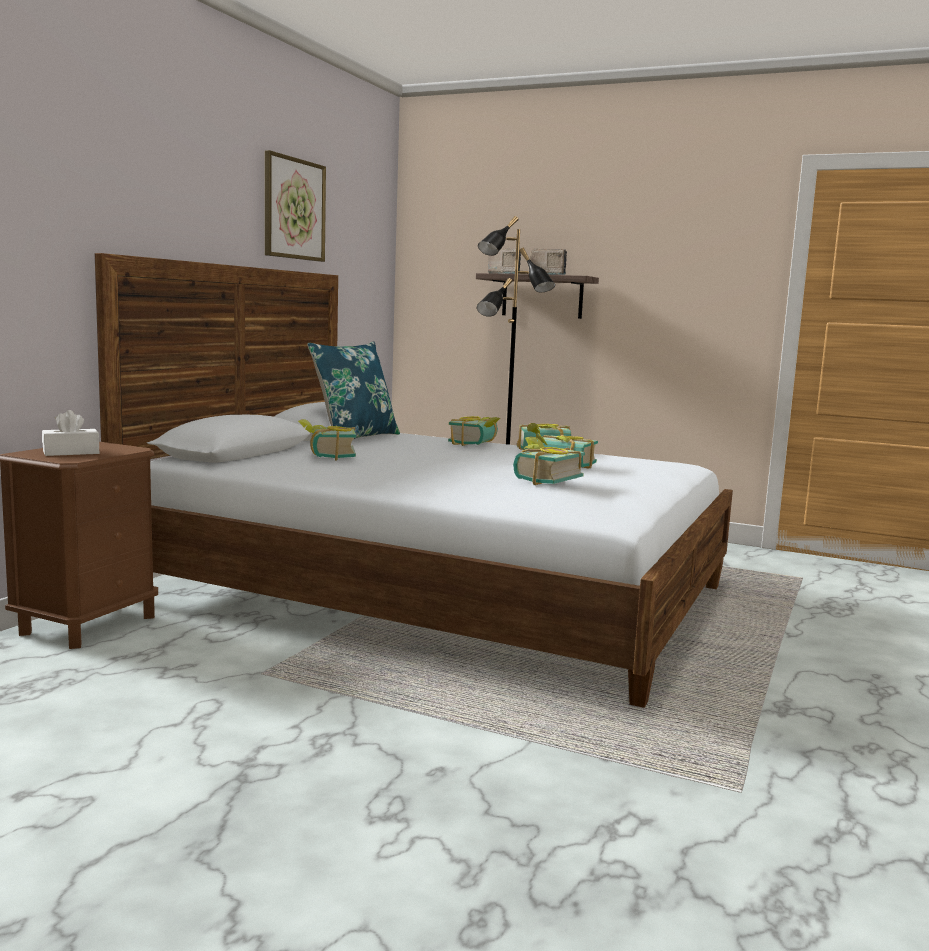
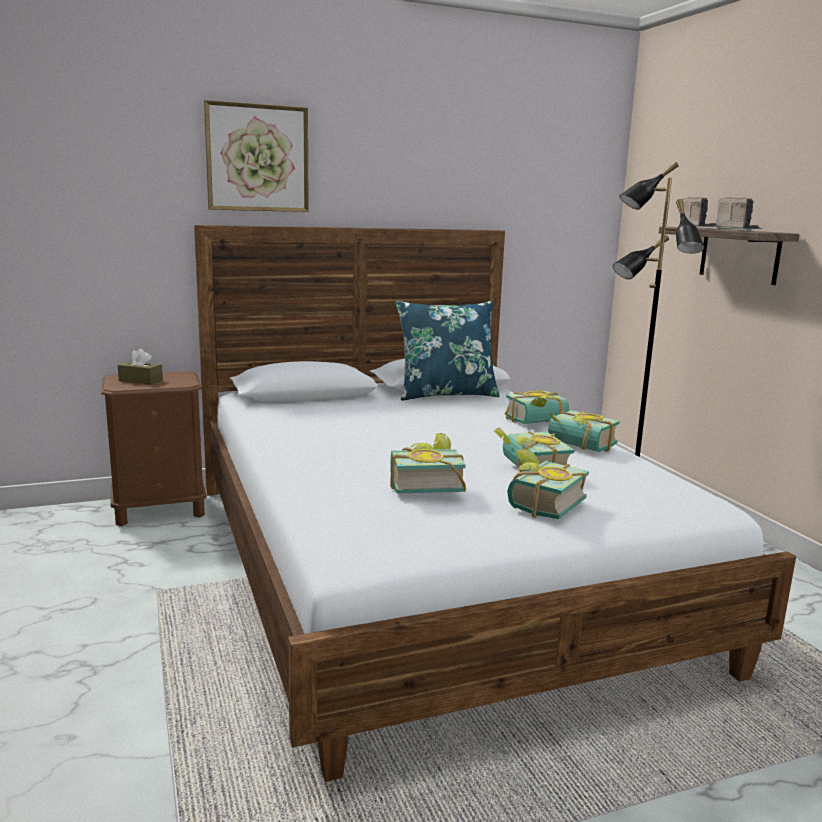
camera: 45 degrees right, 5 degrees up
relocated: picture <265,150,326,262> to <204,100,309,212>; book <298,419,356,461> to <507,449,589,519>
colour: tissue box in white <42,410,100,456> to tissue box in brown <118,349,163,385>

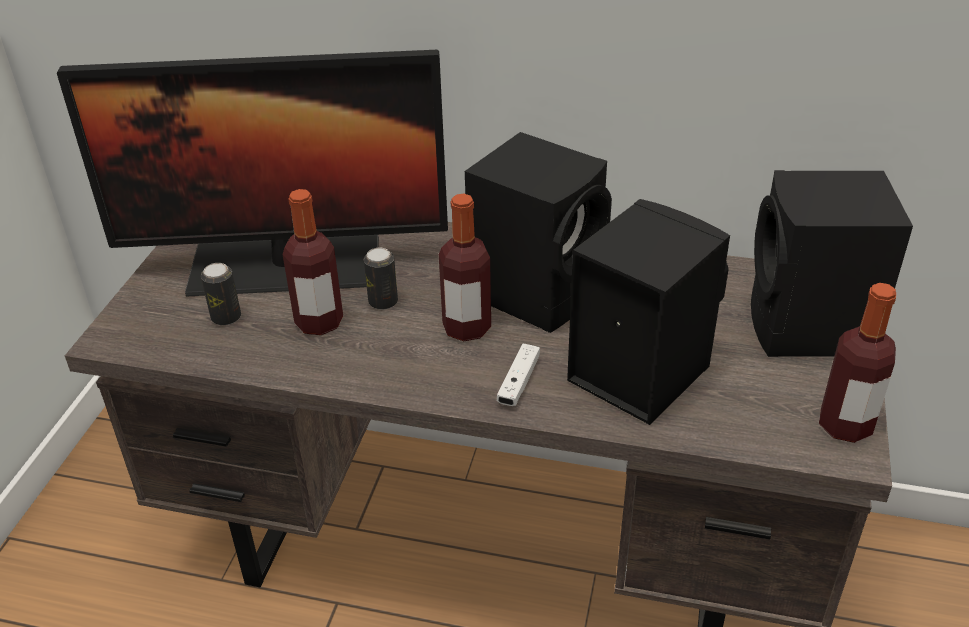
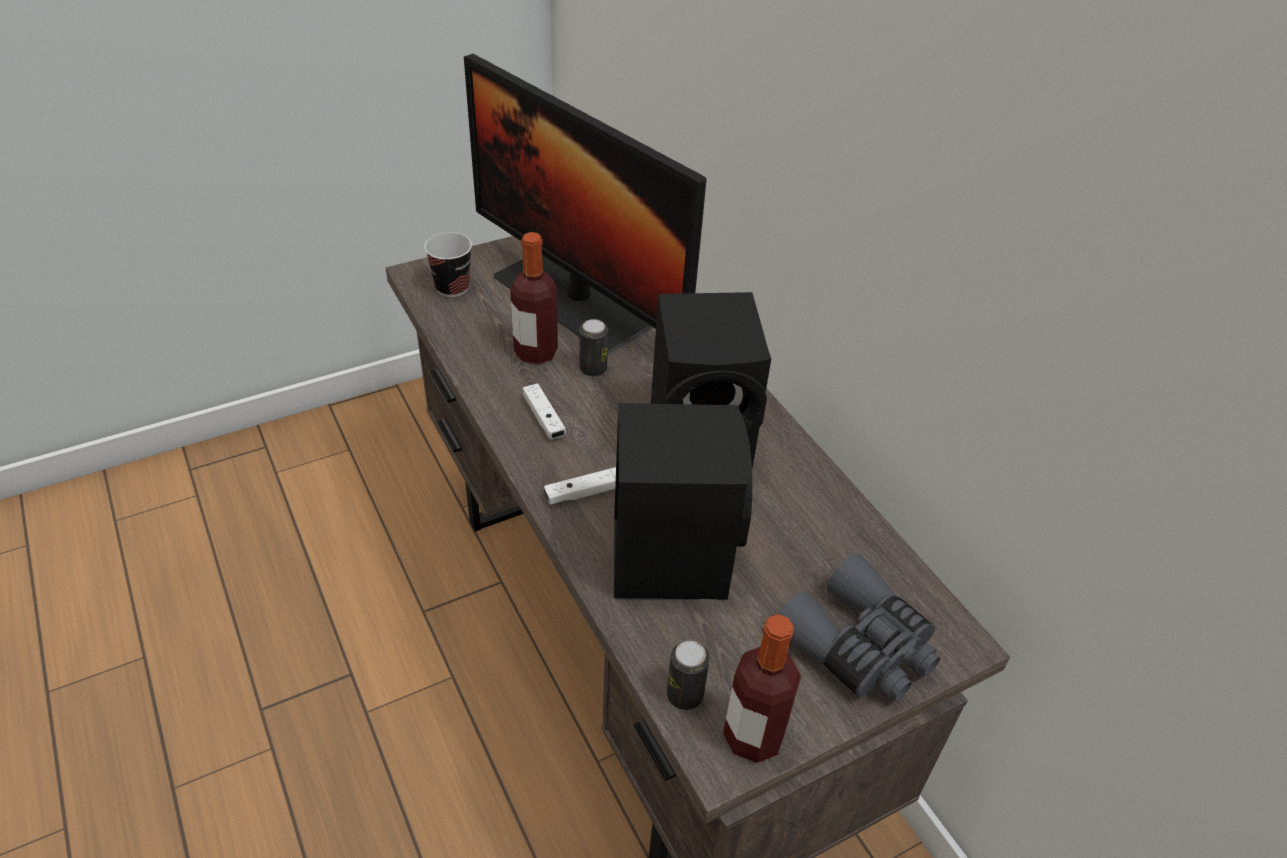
camera: 45 degrees right, 5 degrees up
missing: bottle <439,193,491,341>
appeared: cup <424,232,472,297>; game controller in white <523,383,566,439>
relocated: can <201,263,241,326> to <667,640,710,710>
exchanged: speaker in black <751,170,913,357> to binoculars in grey <778,553,941,701>

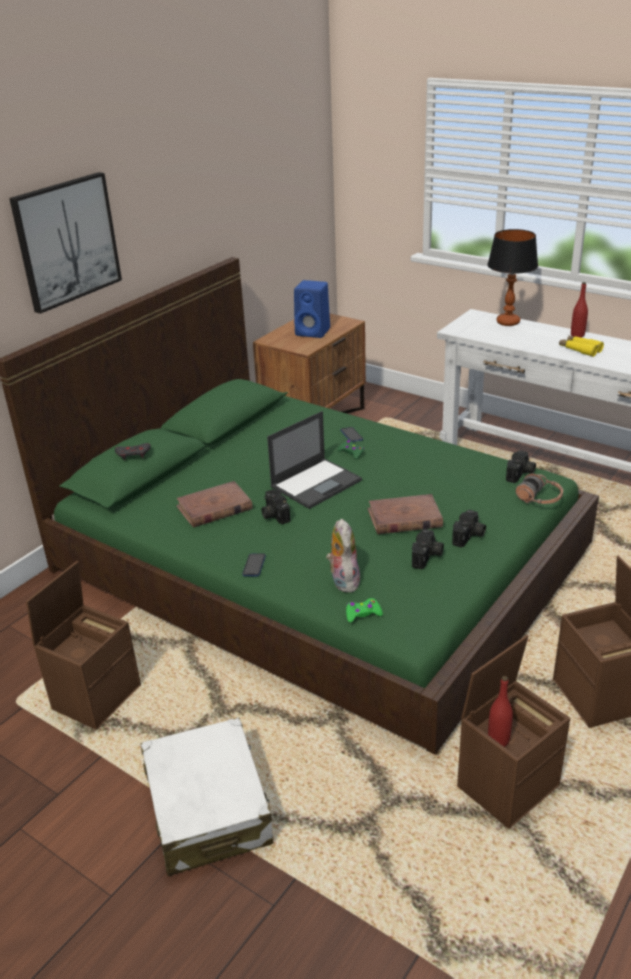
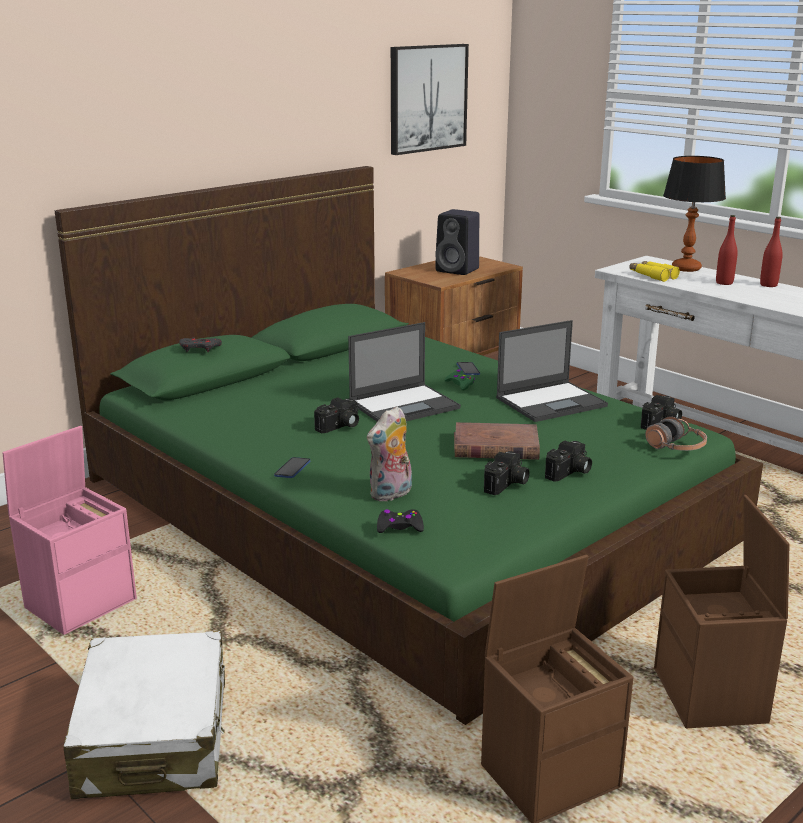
camera: 10 degrees right, 10 degrees down
missing: book in brown <176,481,253,528>
appeared: laptop <496,320,608,422>
relocated: picture <9,172,122,314> to <391,44,469,155>; bottle in red <488,676,513,747> to <716,215,738,285>; binoculars in yellow <559,335,604,357> to <629,261,680,282>
colour: storage box in brown <26,561,141,730> to storage box in pink <2,426,137,635>; speaker in blue <294,280,330,338> to speaker in black <435,209,480,275>; game controller in green <346,598,383,623> to game controller in black <377,509,424,533>
spun: photo camera <261,489,290,524> = <314,397,359,433> 120 degrees counterclockwise; plush toy <326,519,360,593> = <367,406,412,502> 135 degrees counterclockwise

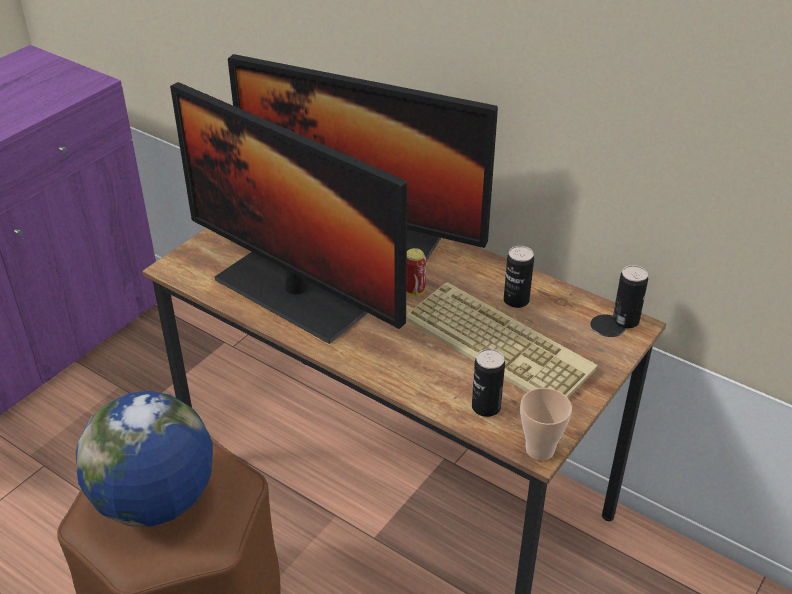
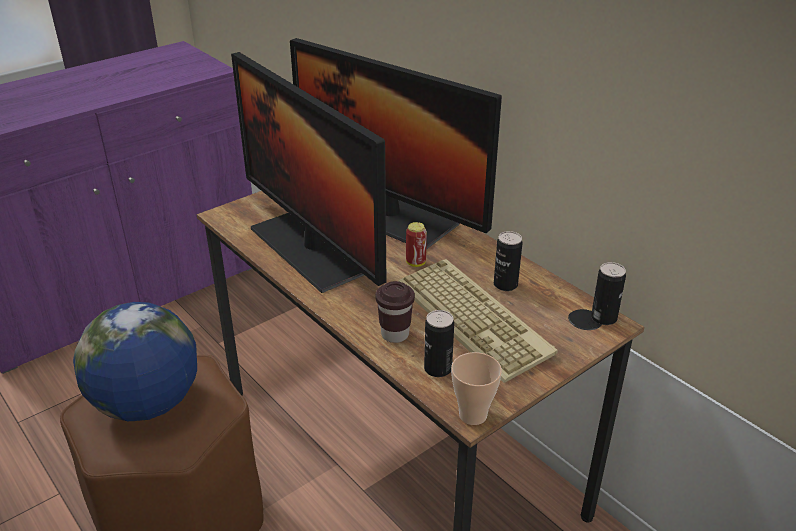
camera: 15 degrees right, 5 degrees down
appeared: cup in brown <375,281,415,343>

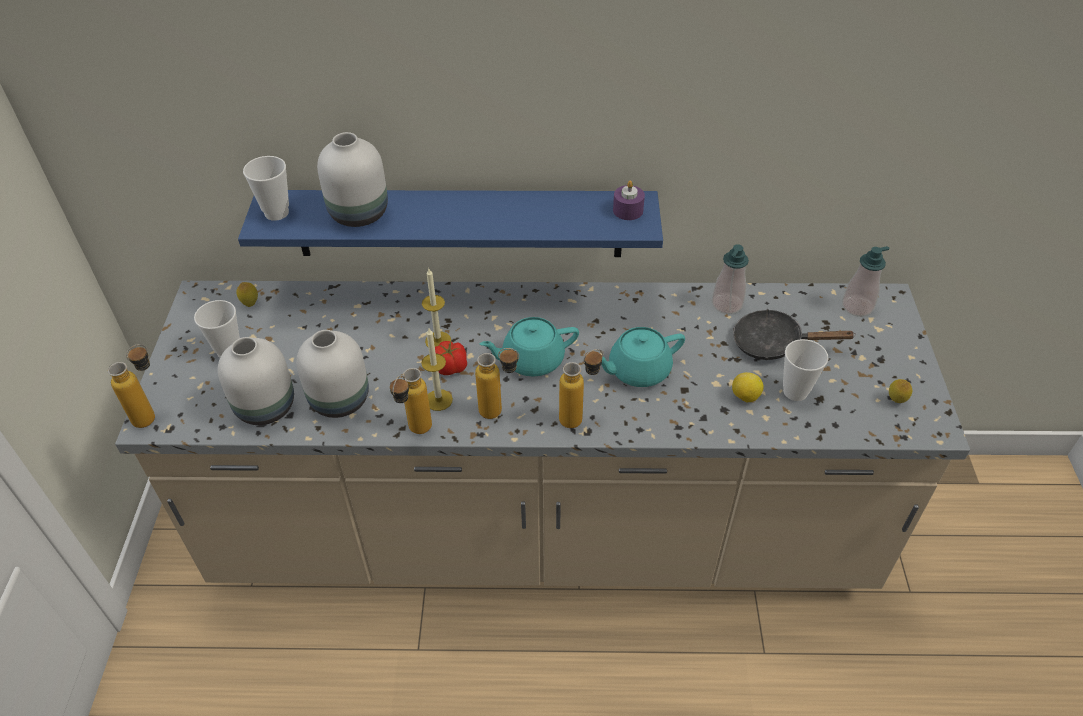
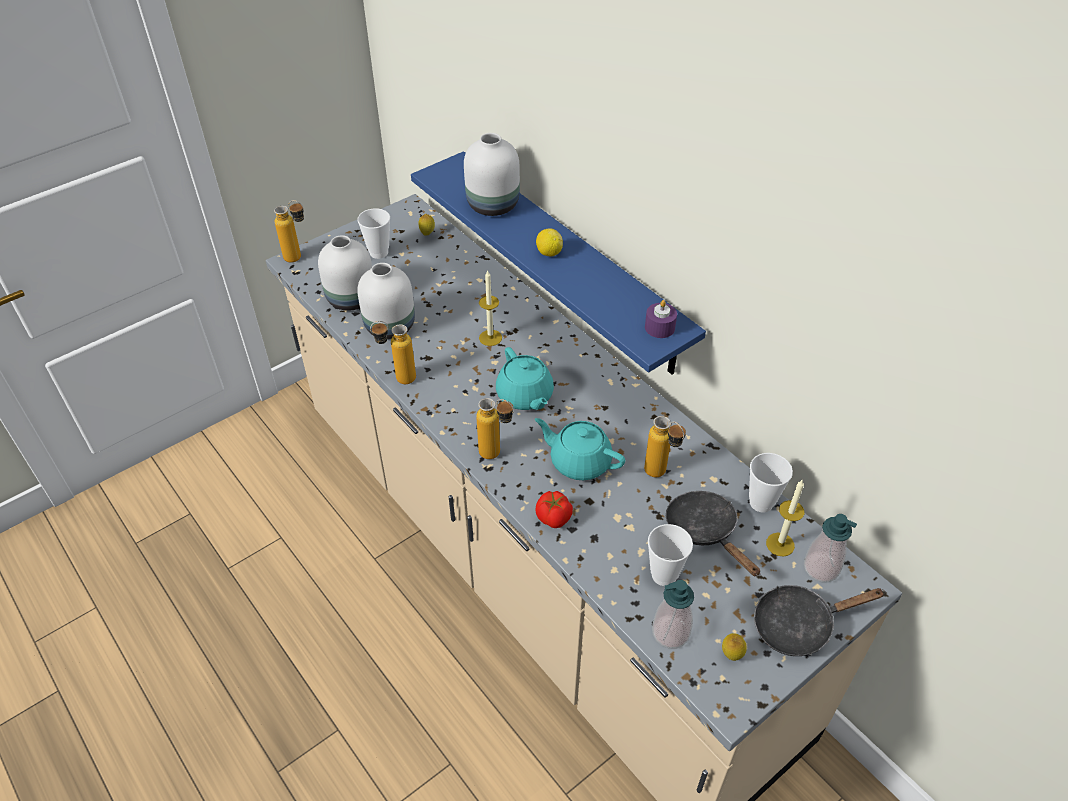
camera: 50 degrees right, 0 degrees up
appeared: frying pan in black <754,585,885,656>
relocated: cup <243,156,289,221> to <749,453,793,512>; candle <421,328,453,411> to <766,480,804,557>; tomato <435,340,467,375> to <535,491,573,528>; bottle <475,348,519,419> to <644,416,686,477>; soap dispenser <712,244,749,314> to <652,580,694,649>; lemon <732,372,764,403> to <536,228,563,256>
spun: teapot in turquoise <480,317,579,377> = <496,347,554,410> 150 degrees counterclockwise

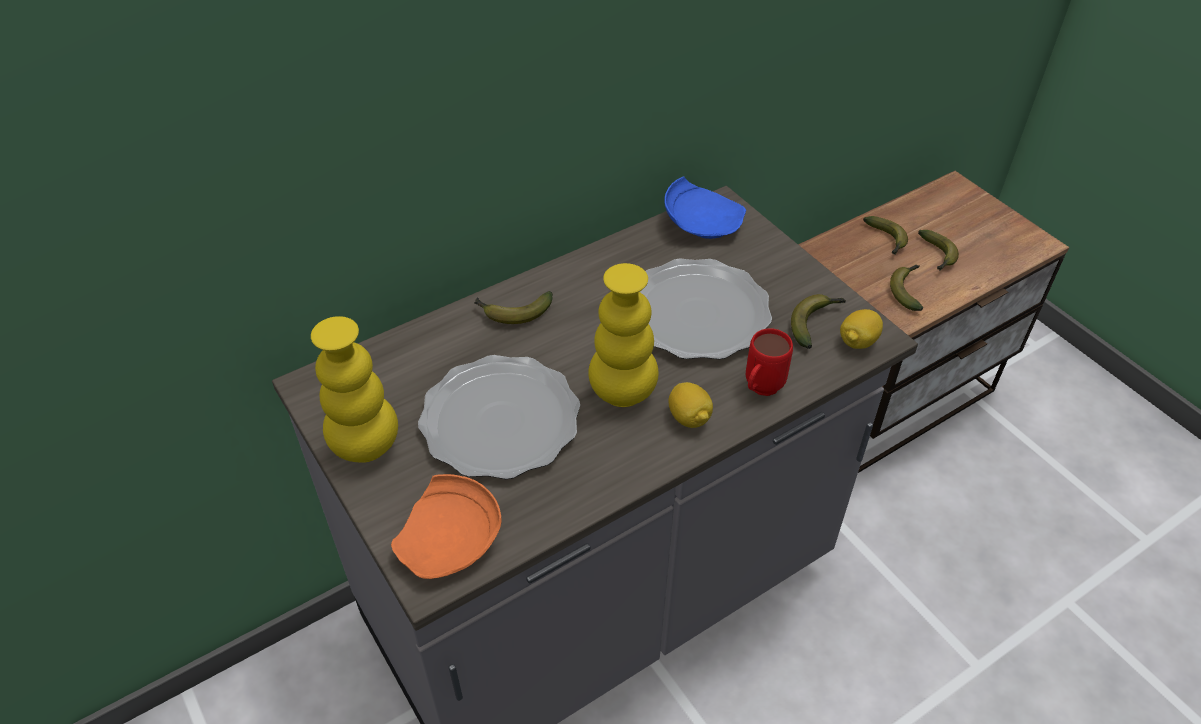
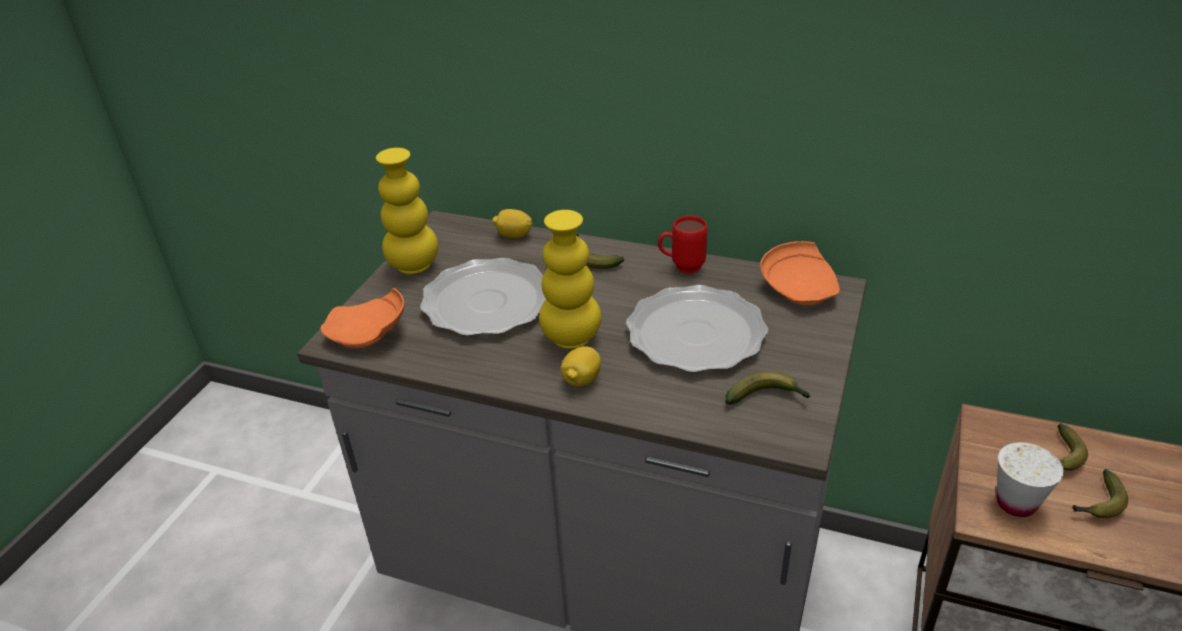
camera: 55 degrees right, 10 degrees down
relocated: mug in red <746,328,793,396> to <658,216,707,273>; lemon <840,309,883,349> to <492,209,533,238>
exchanged: banana <890,265,923,311> to cup in white <997,442,1064,517>
colour: plate in blue <664,177,746,239> to plate in orange <760,241,840,305>

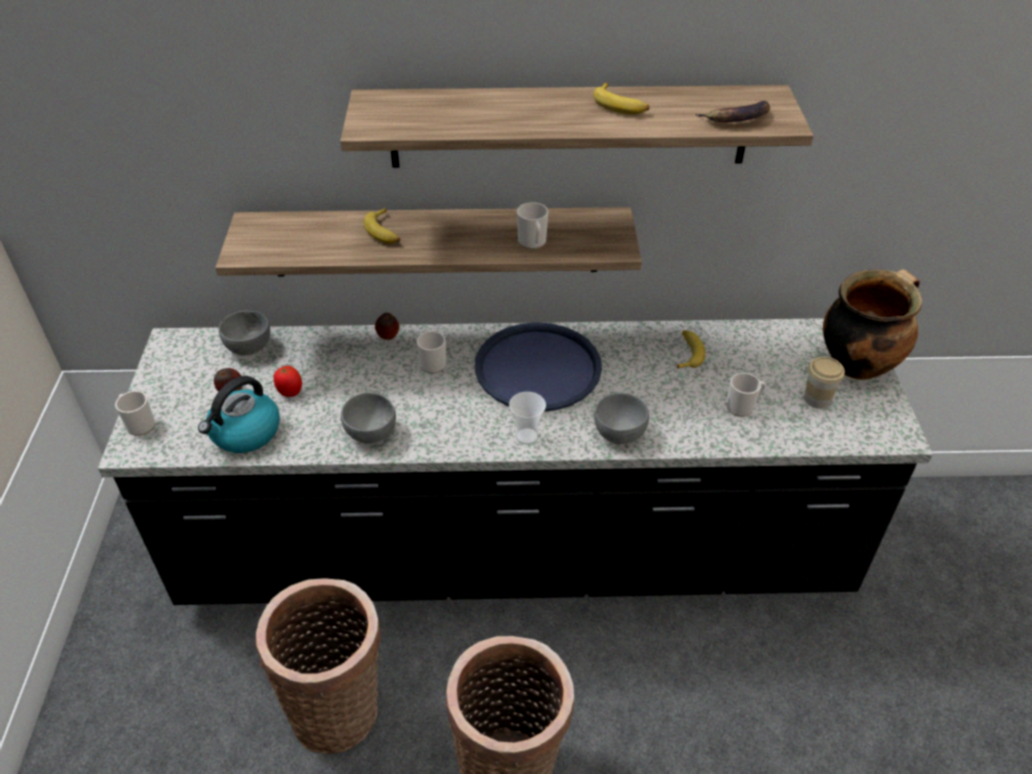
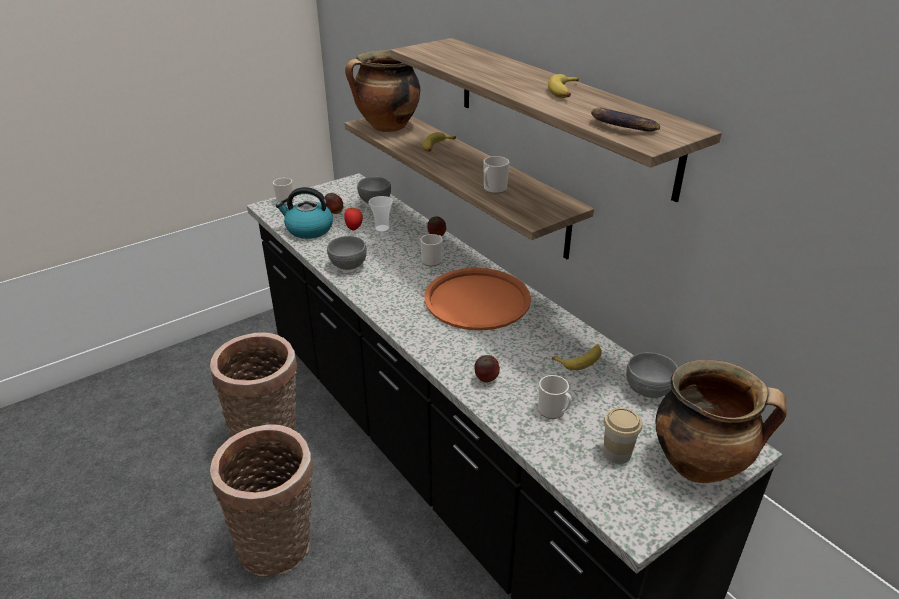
camera: 55 degrees right, 10 degrees down
appeared: cooking pot <345,50,420,132>; apple <474,355,500,382>
relocated: cup <509,392,546,445> to <369,196,393,232>; bowl in grey <594,393,649,444> to <626,352,678,398>
colour: tray in blue <475,322,602,411> to tray in orange <424,268,531,331>

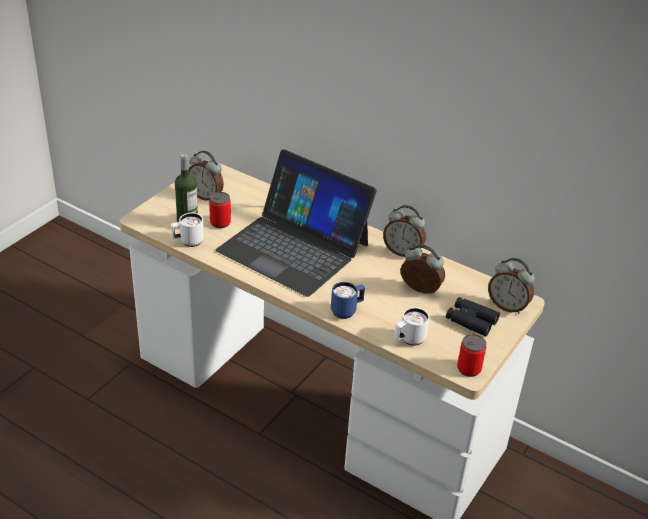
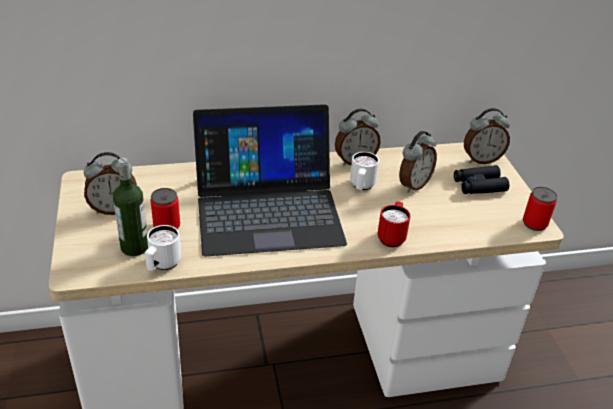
camera: 45 degrees left, 0 degrees up
relocated: mug in white <394,307,430,346> to <350,152,379,190>
colour: mug in blue <331,282,365,319> to mug in red <377,201,411,247>
spun: alarm clock <400,245,445,294> = <399,131,437,193> 150 degrees clockwise

